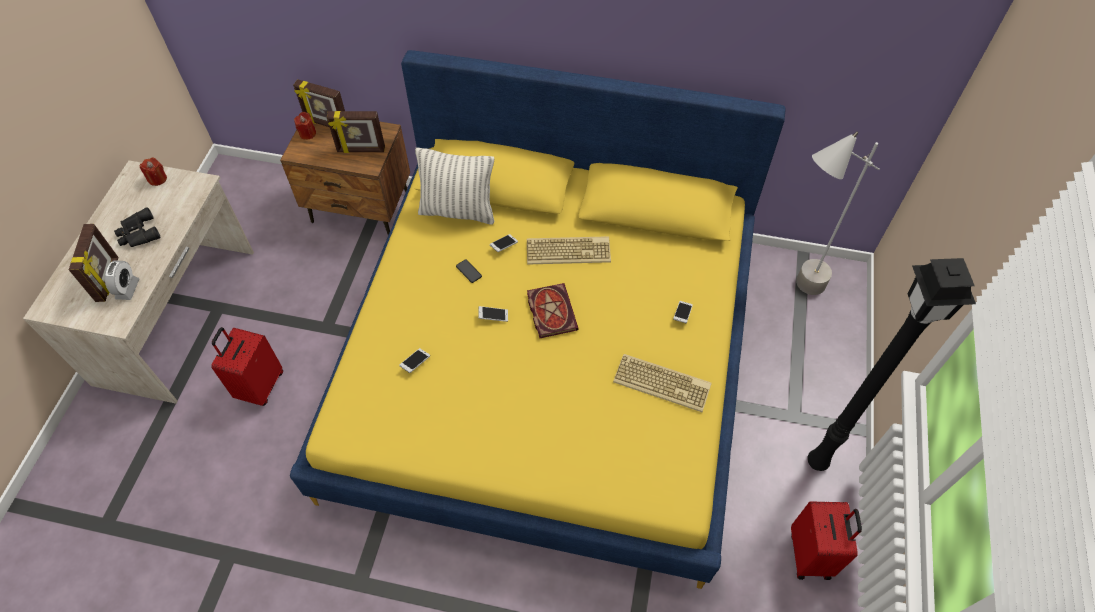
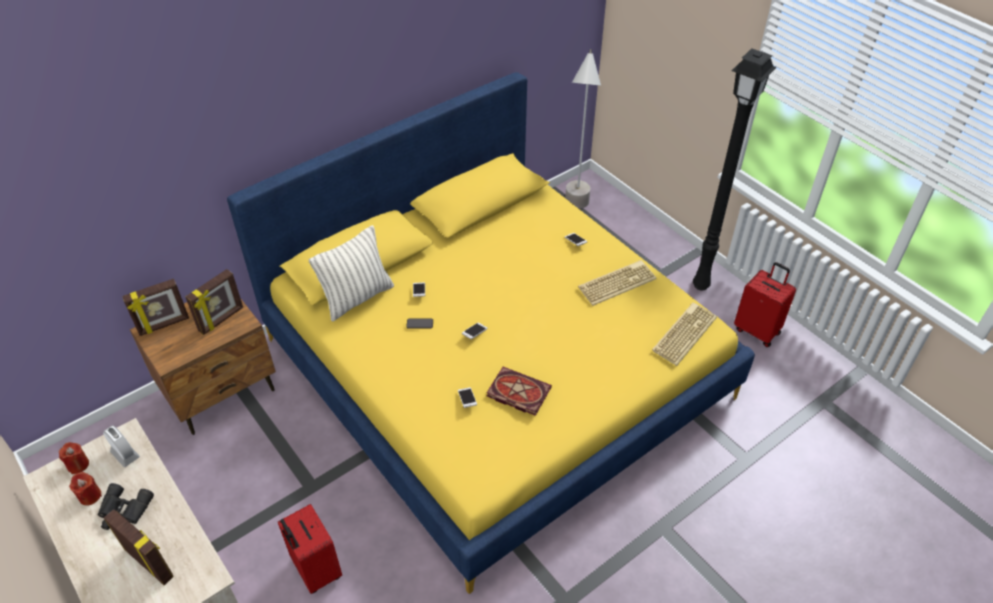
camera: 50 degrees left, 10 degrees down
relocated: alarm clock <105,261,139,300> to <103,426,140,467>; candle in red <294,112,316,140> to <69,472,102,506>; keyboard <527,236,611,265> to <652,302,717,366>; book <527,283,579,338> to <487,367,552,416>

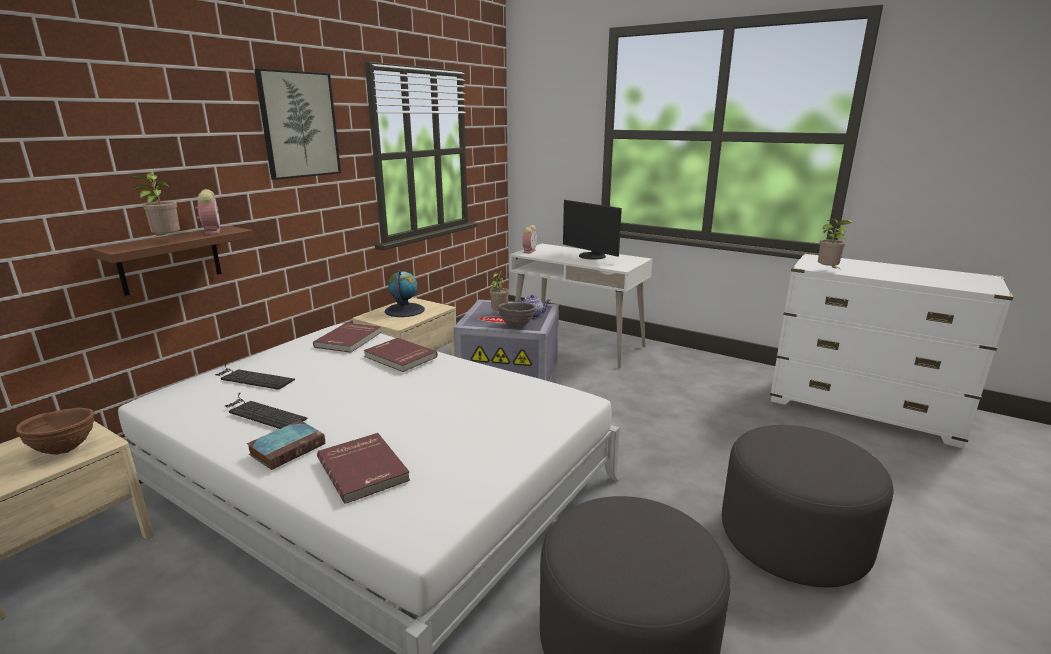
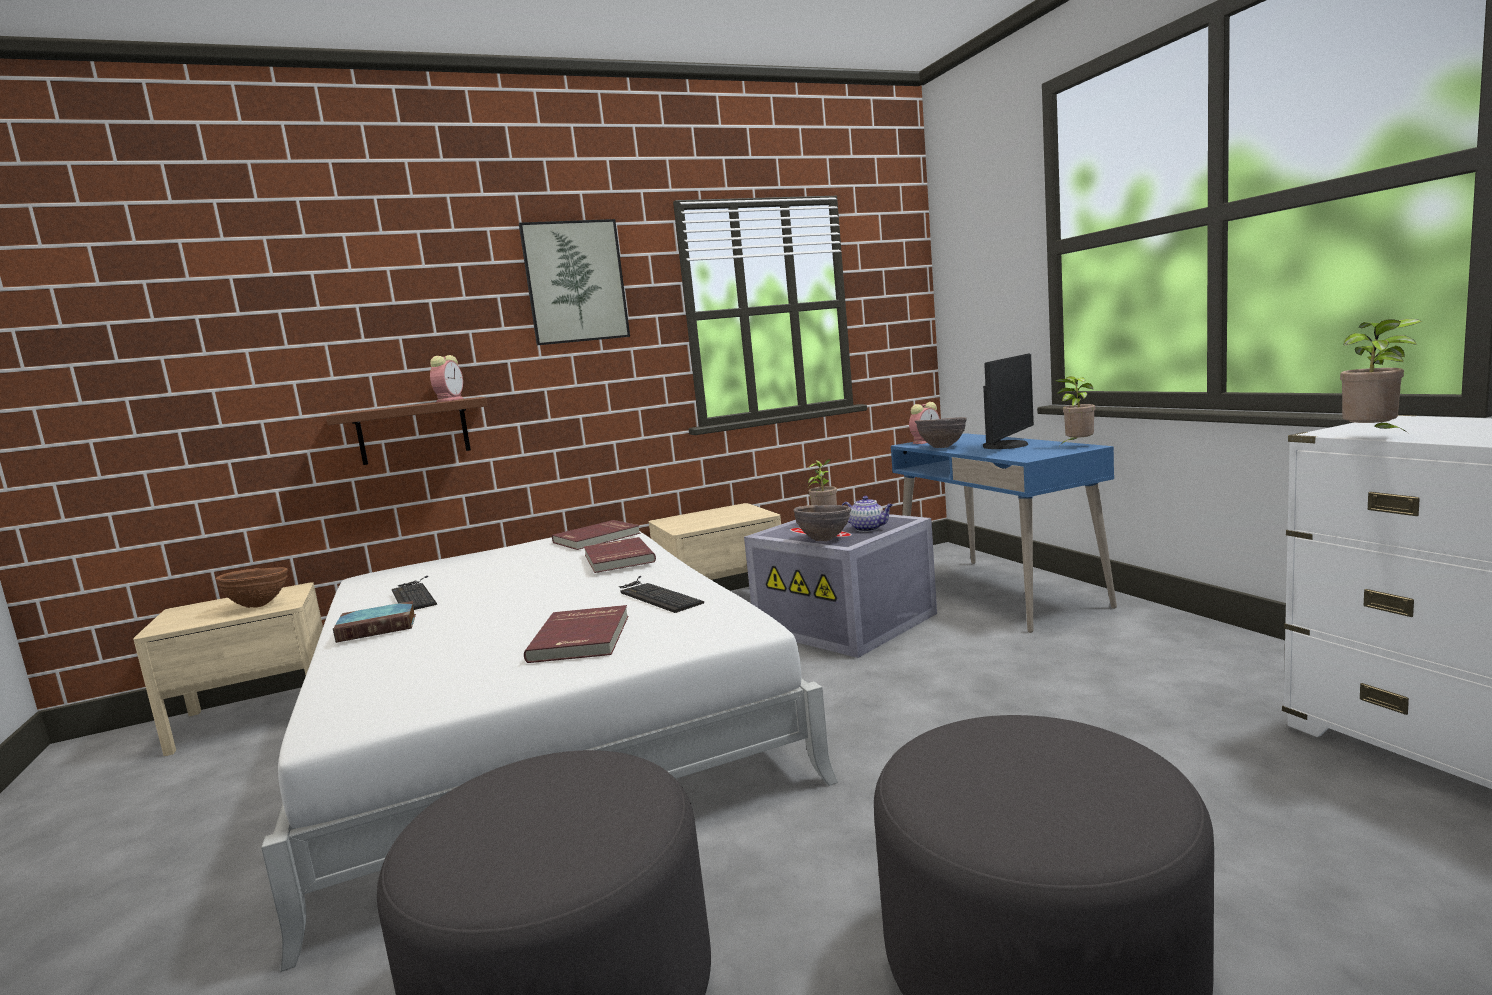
camera: 35 degrees right, 10 degrees down
missing: globe <385,270,425,317>
appeared: bowl in brown <915,417,967,448>
relocated: potted plant <131,173,180,240> to <1055,376,1095,444>; keyboard <215,364,295,390> to <619,576,704,613>; book in red <317,433,410,504> to <524,605,628,663>
colour: desk in white <510,244,653,368> to desk in blue <891,433,1117,633>
spun: monitor <563,200,622,260> = <983,353,1034,449> 135 degrees counterclockwise

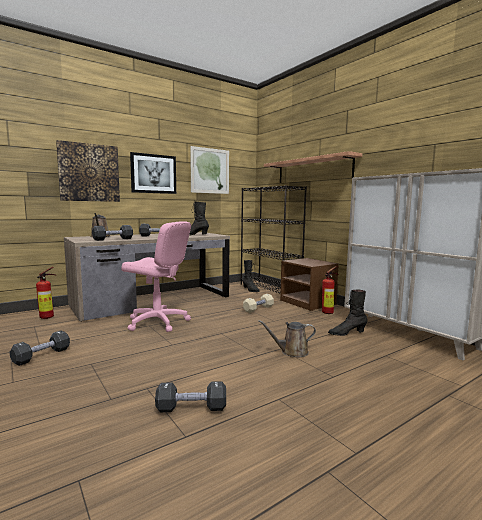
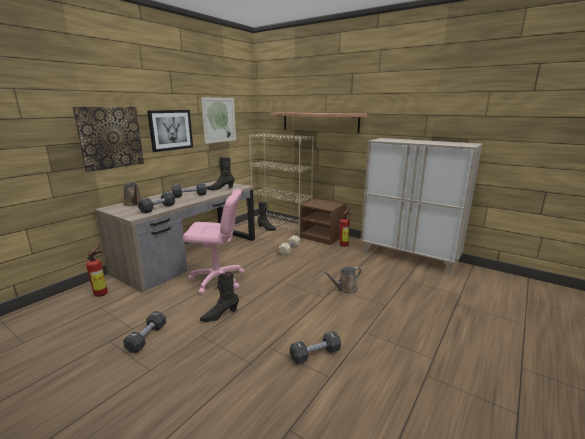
camera: 20 degrees left, 10 degrees up
relocated: boot in black <328,289,367,336> to <200,272,239,322>
colour: bookcase in black <241,185,307,293> to bookcase in beige <249,133,314,235>

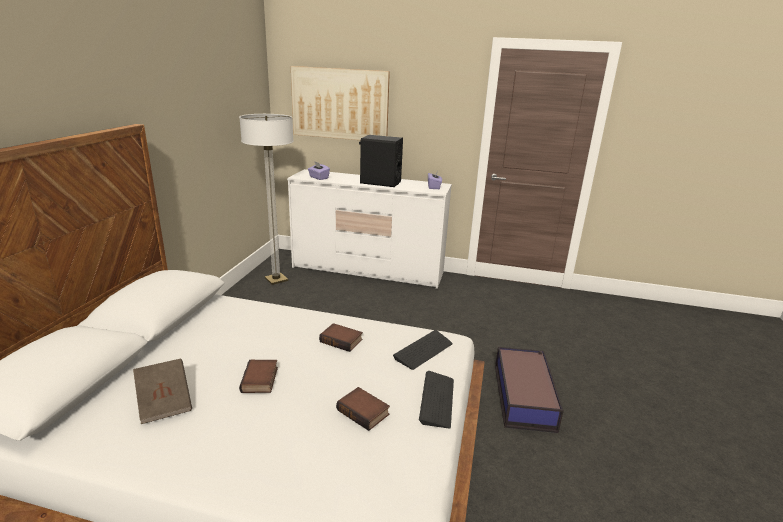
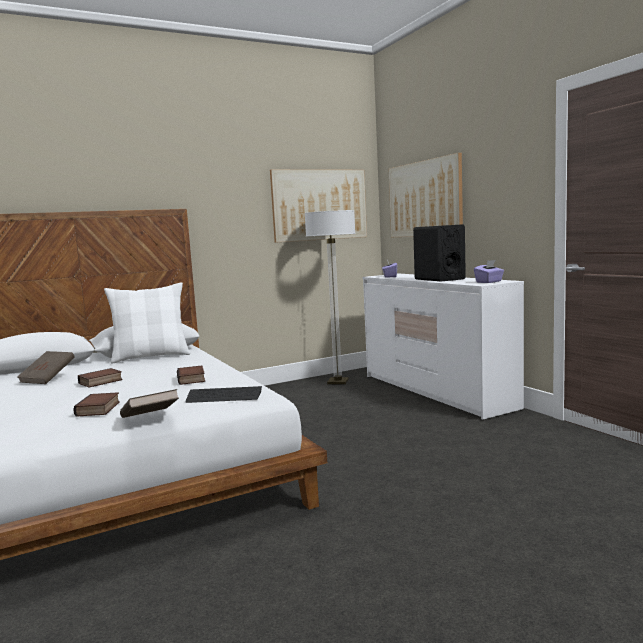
camera: 50 degrees right, 15 degrees down
missing: storage box <495,347,564,433>
appeared: pillow in white <104,282,190,363>; picture <270,169,367,243>
exchanged: keyboard <419,371,454,428> to book in brown <120,389,179,418>

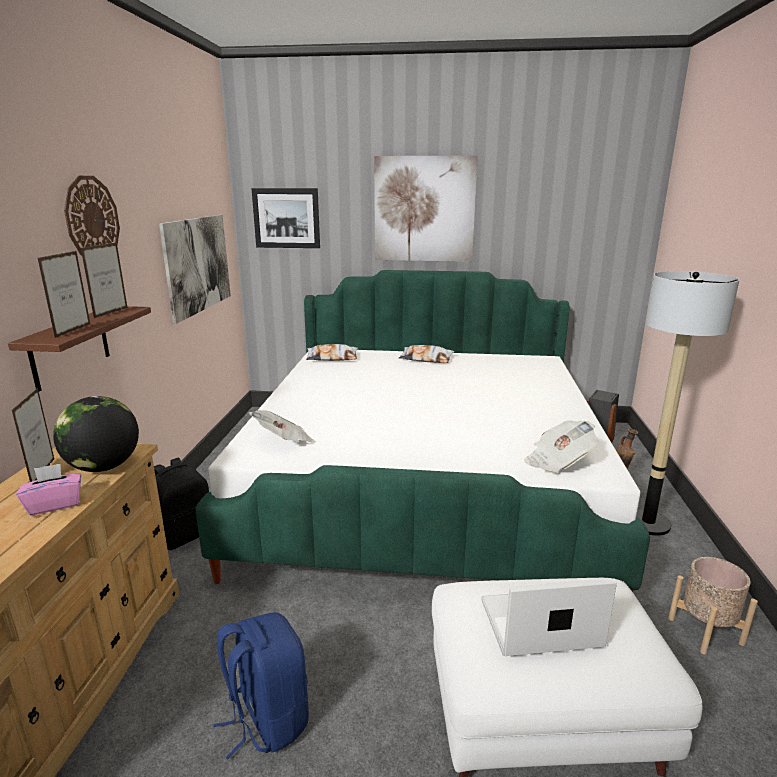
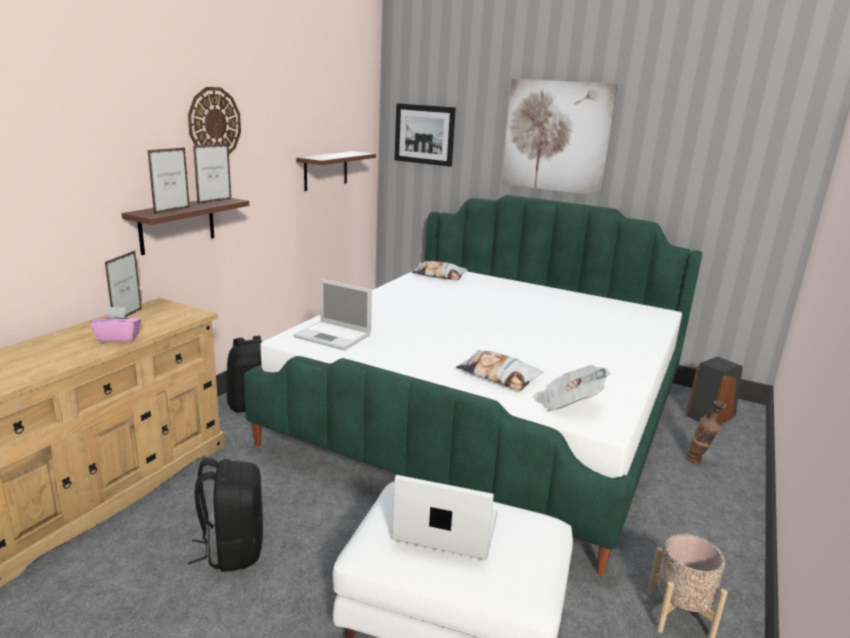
camera: 20 degrees right, 0 degrees up
missing: globe <53,396,139,472>; floor lamp <636,271,739,536>
relocated: pillow <399,345,454,363> to <456,350,544,391>
exchanged: picture <159,215,231,324> to shelf in brown <296,151,376,191>; newspaper <249,410,316,443> to laptop <293,279,372,350>
colour: backpack in blue <213,612,309,759> to backpack in black <188,458,263,572>

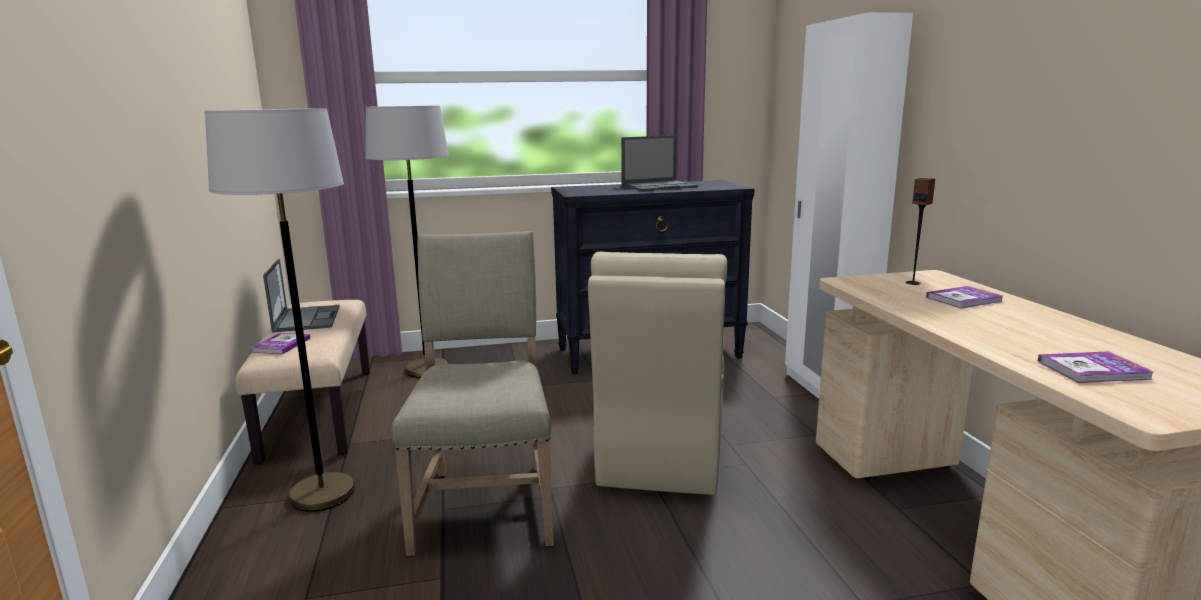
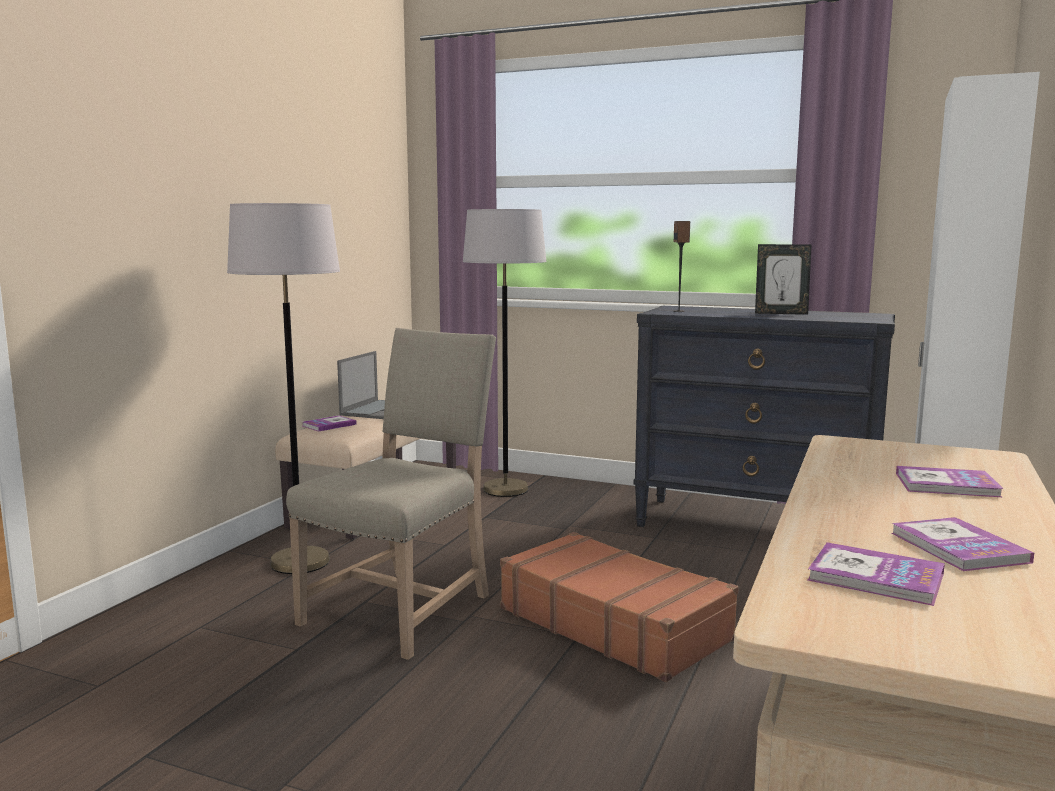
camera: 35 degrees right, 5 degrees down
appeared: book <891,517,1034,571>
relocated: speaker <906,178,935,285> to <673,221,690,312>
exchanged: chair in beige <588,252,727,495> to suitcase in brown <500,532,739,682>; laptop <621,135,698,191> to picture frame <755,244,812,315>

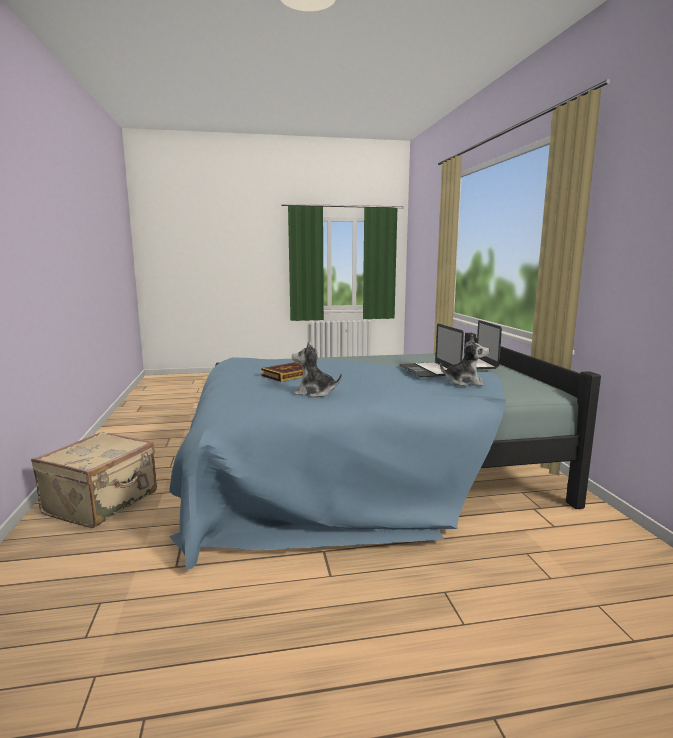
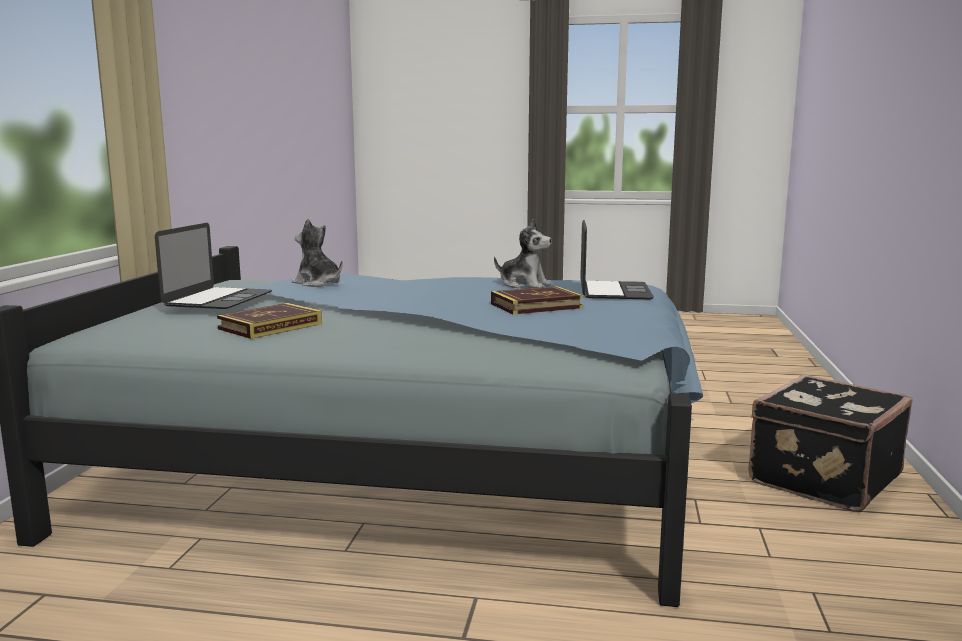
camera: 160 degrees left, 0 degrees up
appeared: book <217,303,322,339>
relocated: laptop <399,324,464,377> to <580,220,654,299>
colour: suitcase in beige <31,432,157,528> to suitcase in black <748,375,913,512>

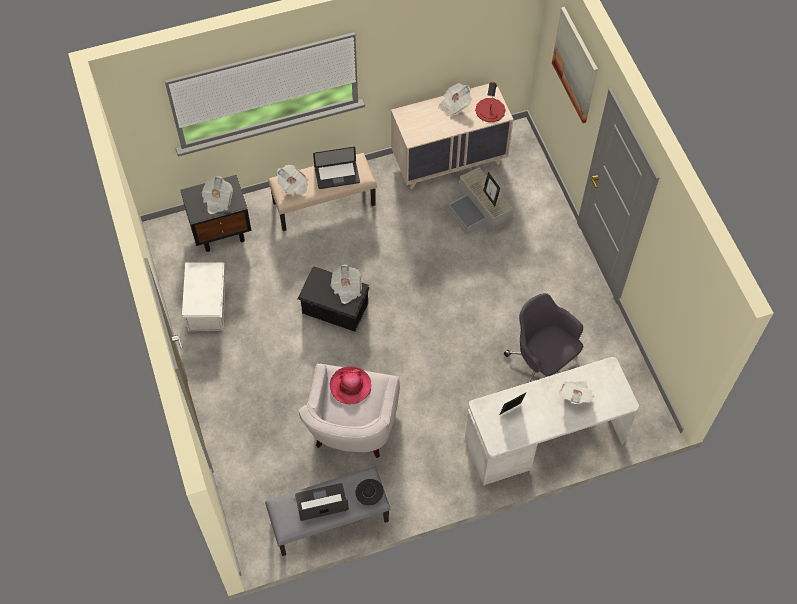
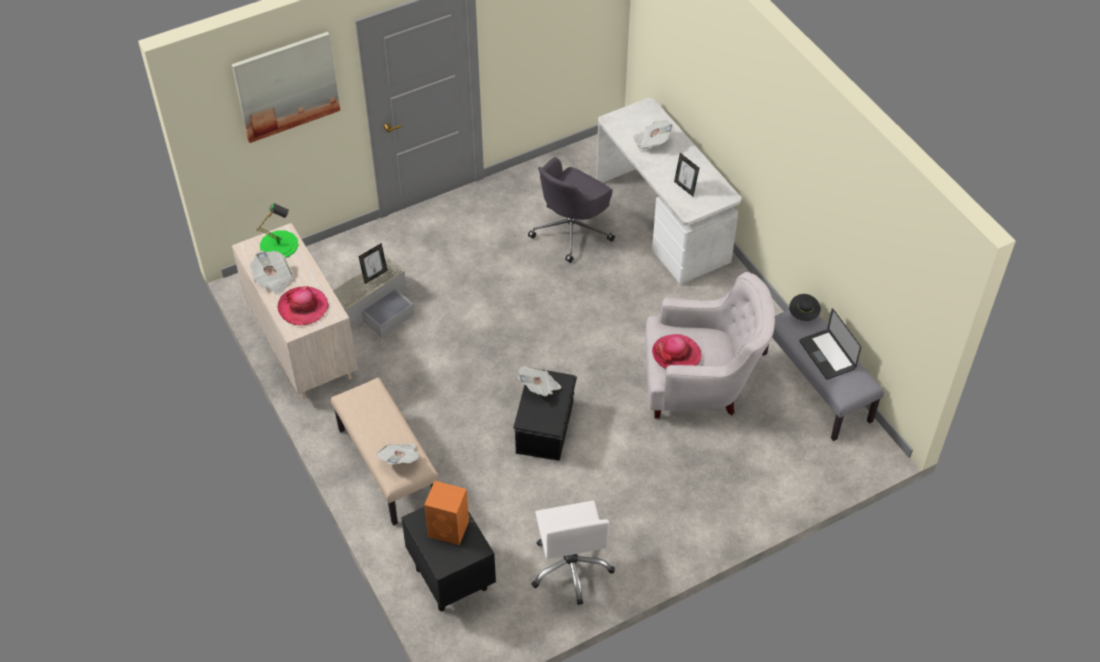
camera: 100 degrees left, 10 degrees down
missing: laptop <313,147,360,189>
appeared: hat <278,286,329,325>
exchanged: storage box in white <182,262,226,331> to office chair in white <532,501,615,605>; newspaper <201,176,233,214> to speaker in orange <424,481,469,545>
colour: table lamp in red <475,82,506,122> to table lamp in green <256,203,299,258>

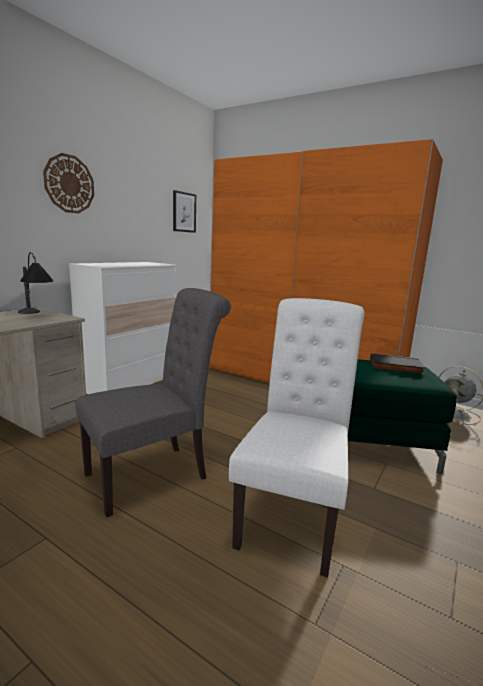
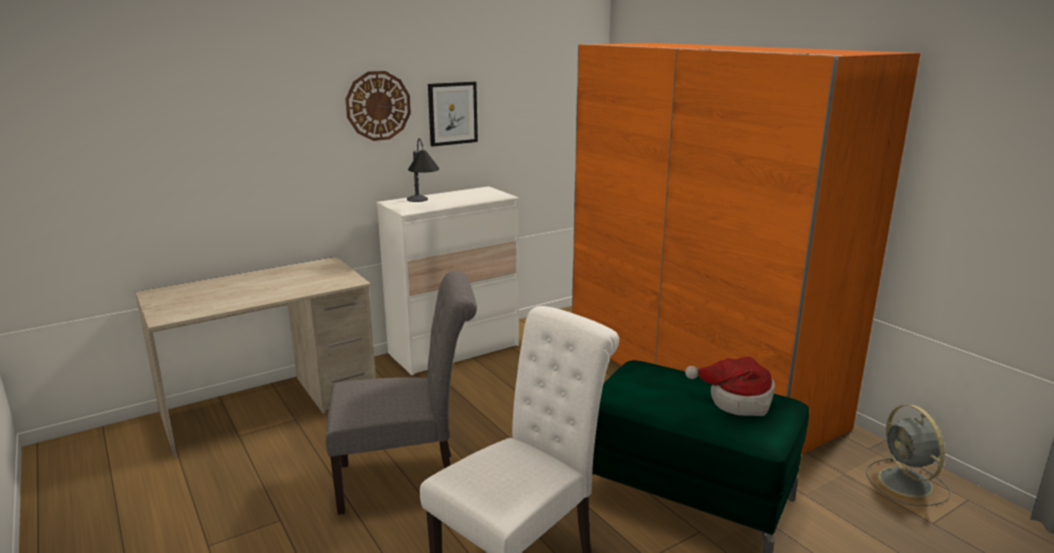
camera: 25 degrees right, 5 degrees up
relocated: table lamp <18,252,53,314> to <407,138,439,202>; picture <173,190,196,233> to <428,82,478,147>
exchanged: book in black <370,353,425,375> to hat <685,357,775,416>

